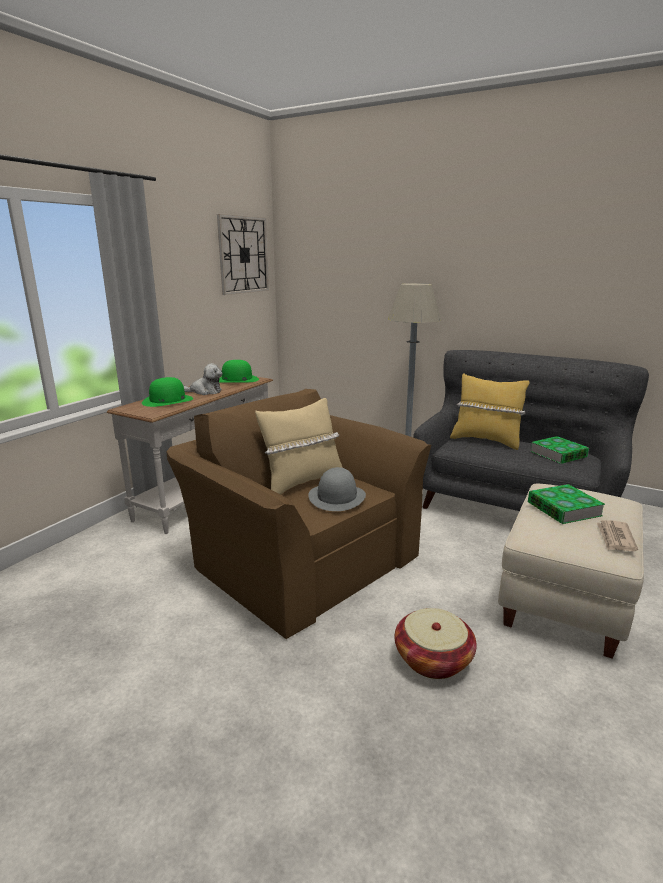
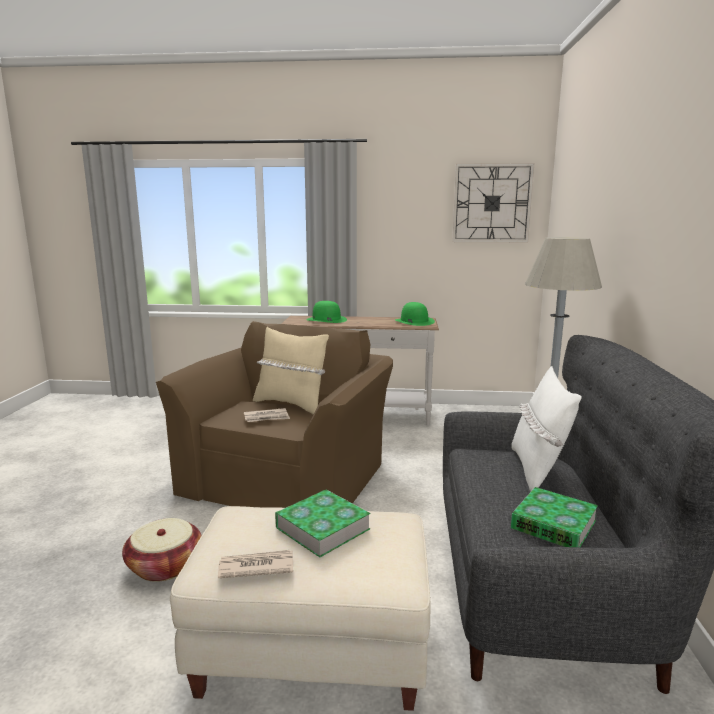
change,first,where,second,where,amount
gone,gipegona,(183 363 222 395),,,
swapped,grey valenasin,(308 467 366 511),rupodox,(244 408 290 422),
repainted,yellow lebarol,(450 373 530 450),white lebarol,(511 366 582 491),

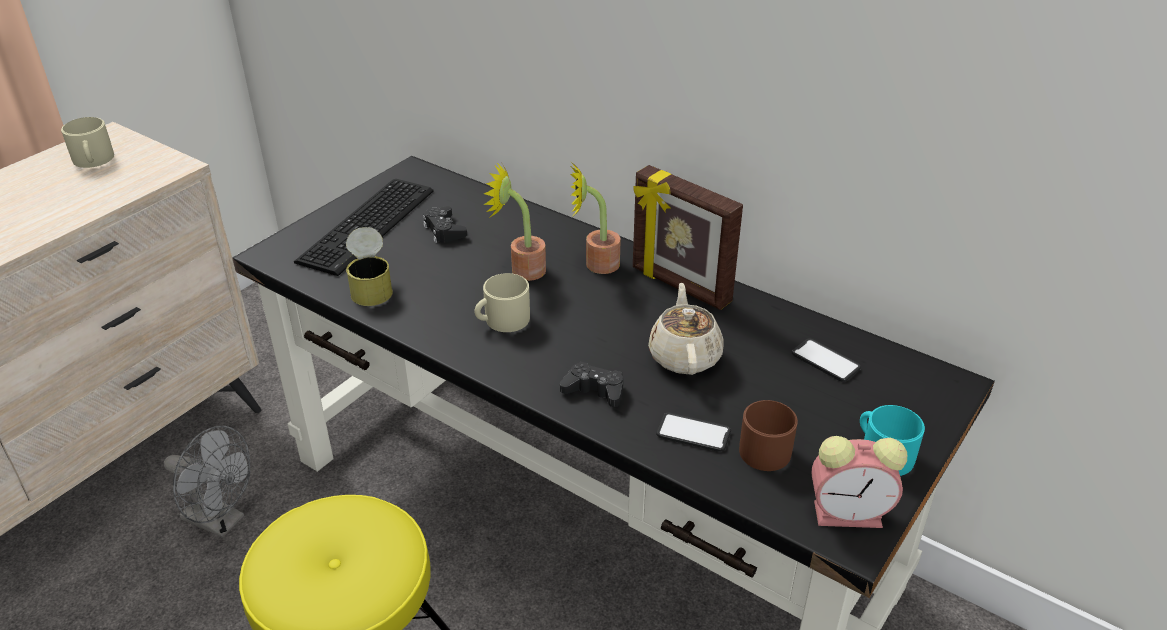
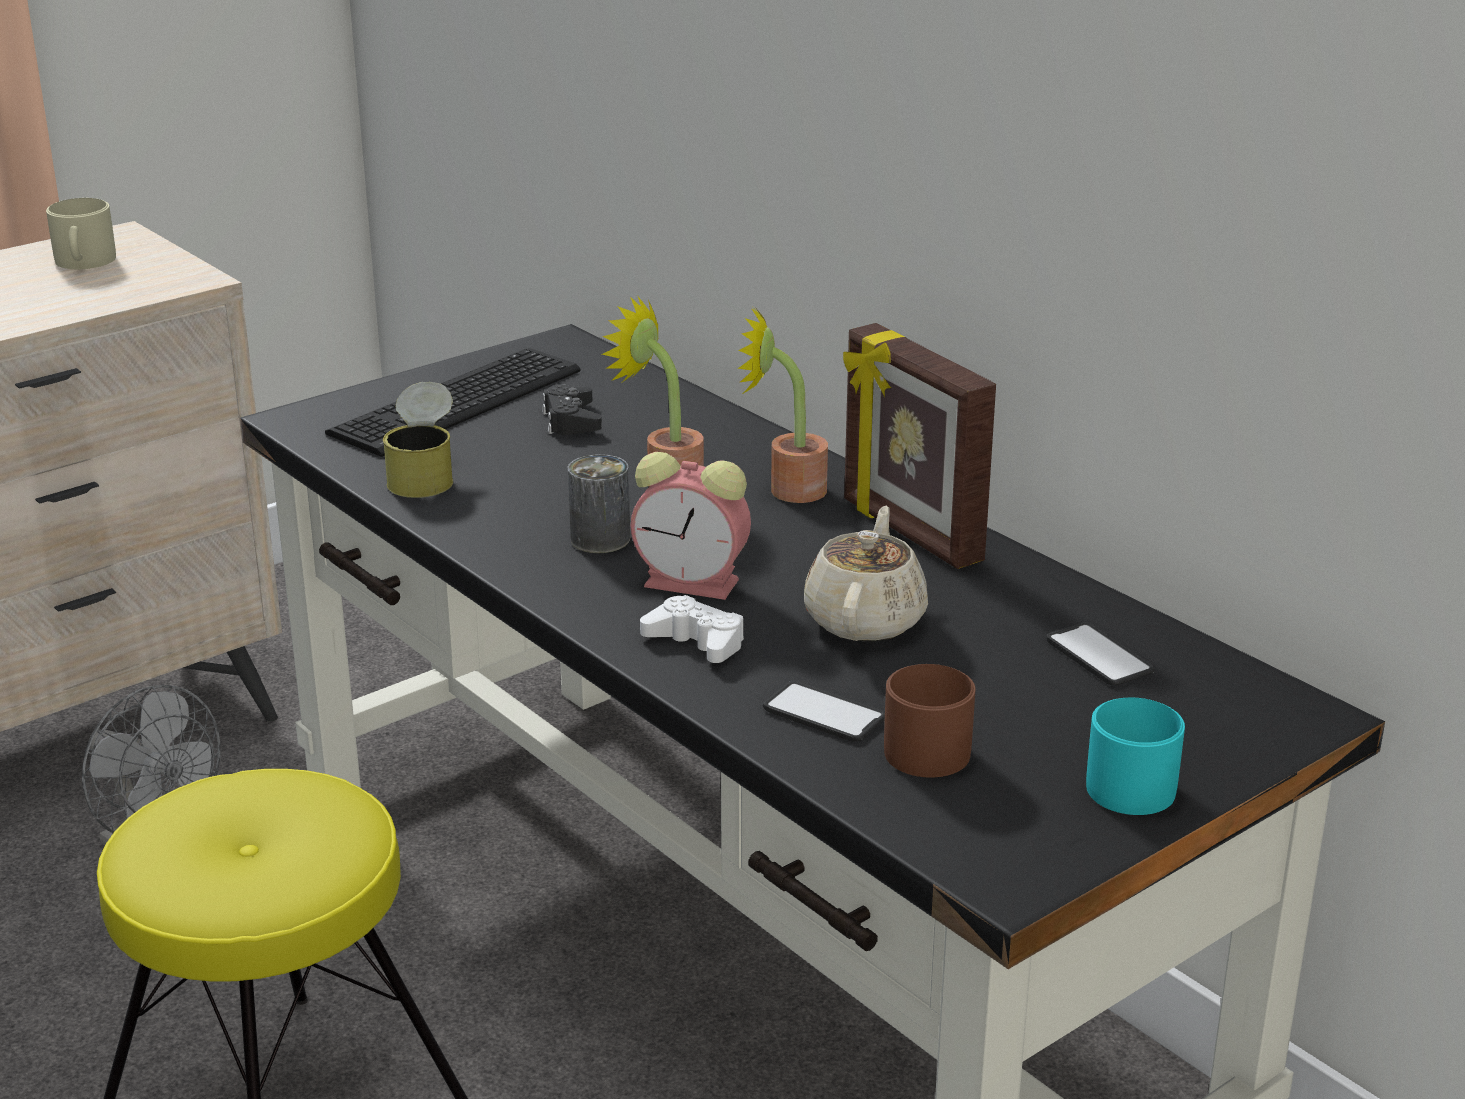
change,first,where,second,where,amount
swapped,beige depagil,(475 273 530 332),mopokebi,(567 454 630 553),
repainted,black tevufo,(560 362 623 407),white tevufo,(640 595 744 663),
shifted,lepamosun,(812 436 907 528),,(630 452 751 600),

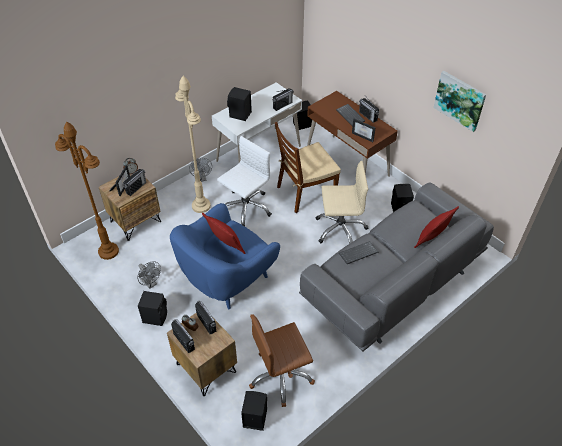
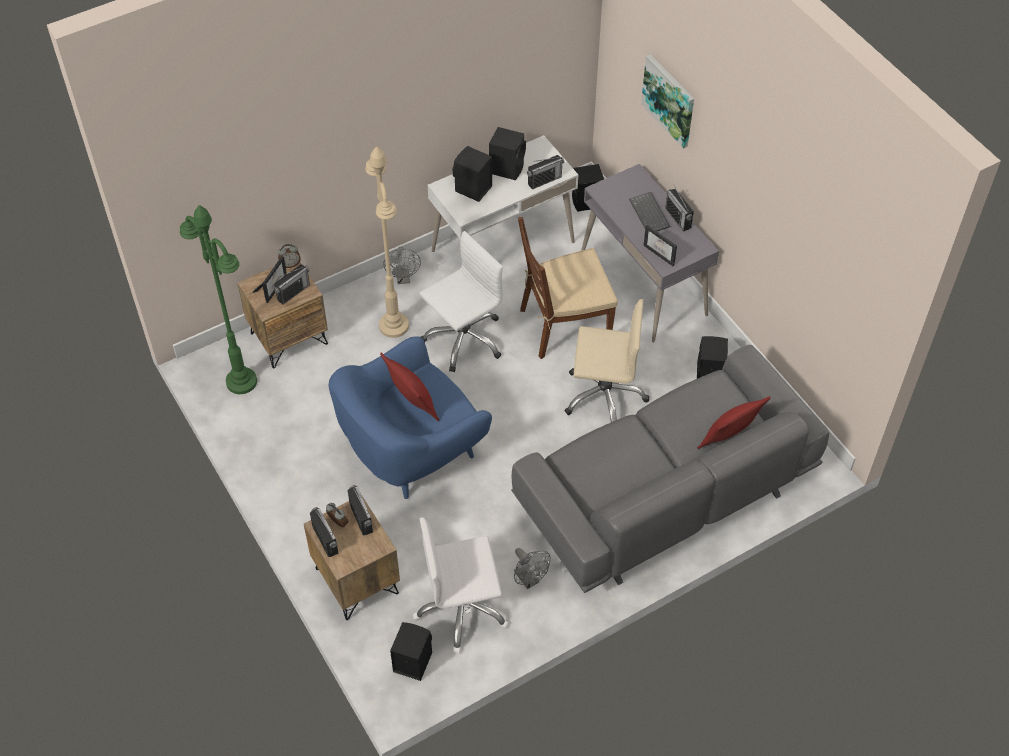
change,first,where,second,where,amount
repainted,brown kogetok,(55 122 119 260),green kogetok,(180 205 257 394),
shifted,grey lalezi,(138 261 161 289),,(514 548 551 589),
shifted,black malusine,(138 291 167 326),,(489 127 526 180),
repainted,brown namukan,(249 314 315 407),white namukan,(413 517 509 653),
repainted,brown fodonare,(307 91 398 177),grey fodonare,(581 164 719 342),
gone,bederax,(339 241 378 264),,,
shifted,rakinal,(433 71 486 132),,(641 54 694 149),

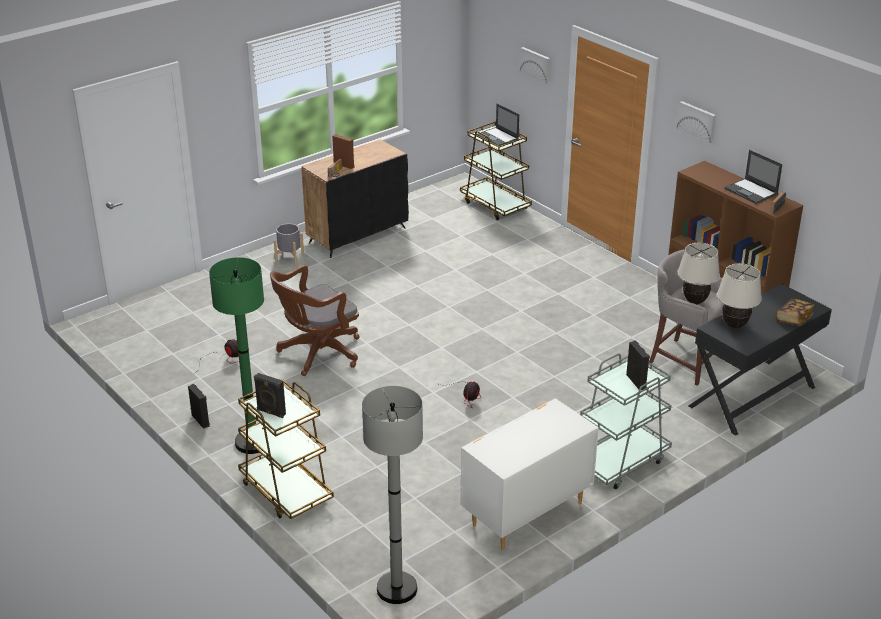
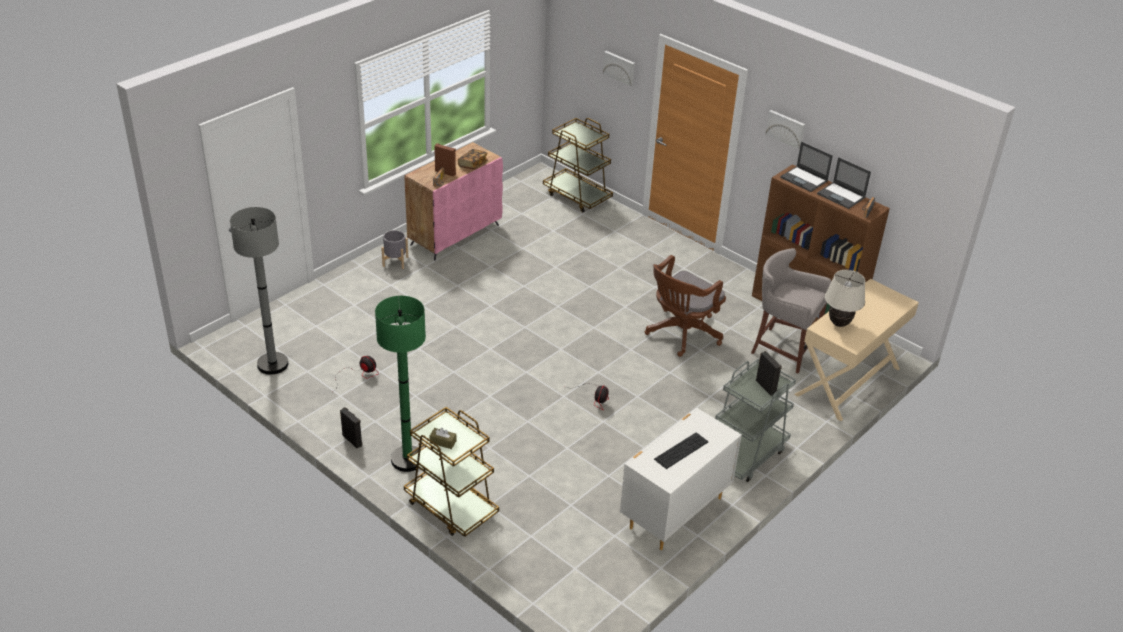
change,first,where,second,where,amount
swapped,black malusine,(254 373 286 418),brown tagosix,(429 428 456 449),
shifted,brown namukan,(270 265 359 376),,(645 255 726 357),
repainted,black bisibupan,(301 139 409 258),pink bisibupan,(404 142 503 260),
shifted,grey kogetok,(362 386 423 604),,(230 207 288 375),
shifted,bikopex,(476 104 519 146),,(780 142 833 192),
gone,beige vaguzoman,(677 243 720 304),,,
repainted,black fodonare,(689 284 832 436),beige fodonare,(794 279 919 421),
shifted,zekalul,(776 298 814 326),,(458 149 488 170),
new,,,bederax,(654 432 709 469),

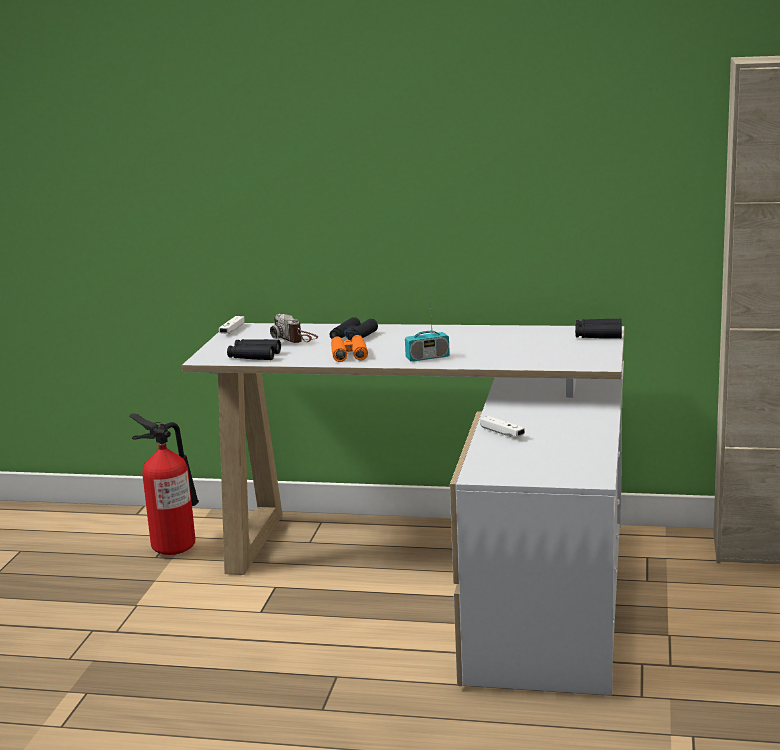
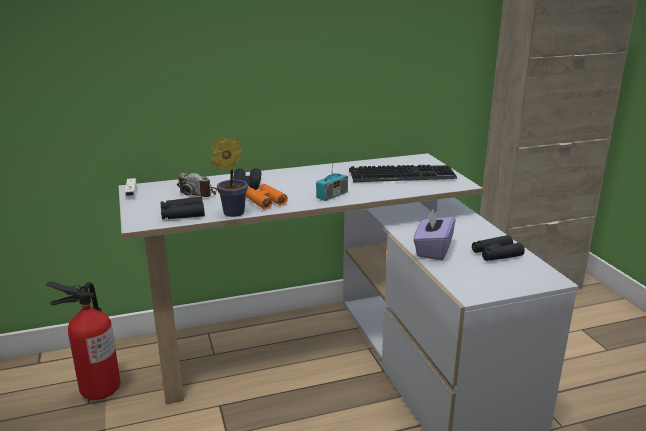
change,first,where,second,where,amount
swapped,white tevufo,(480 416 525 437),purple tagosix,(413 208 456 261),
shifted,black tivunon,(575 319 622 339),,(472 235 525 261),
new,,,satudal,(210 136 248 217),
new,,,bederax,(349 165 457 183),

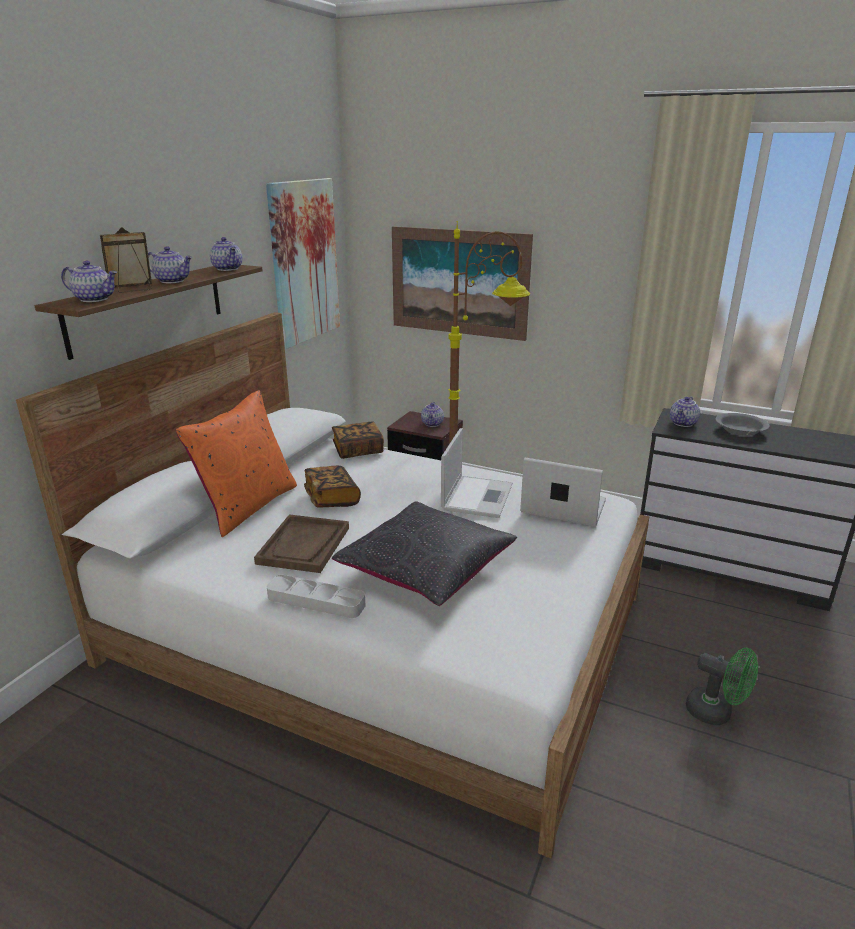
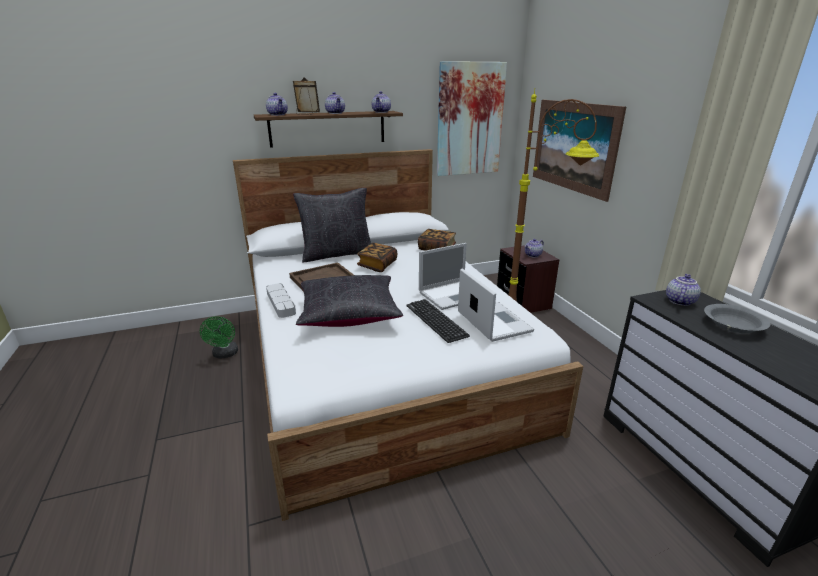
change,first,where,second,where,amount
repainted,orange lebarol,(176 390 297 537),black lebarol,(293 188 371 263),
rotated,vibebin,(670 397 700 427),,(666 274 701 306),135 degrees clockwise
shifted,green lalezi,(686 648 758 725),,(200 316 238 358),
new,,,bederax,(406 299 470 343),

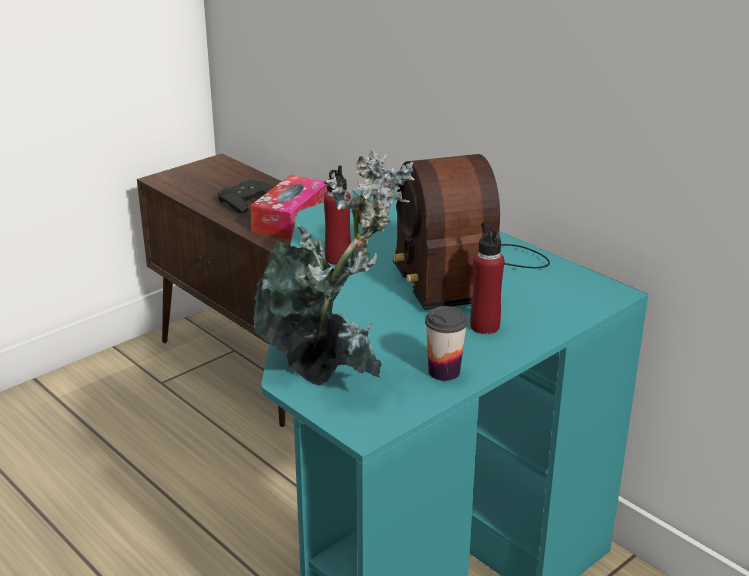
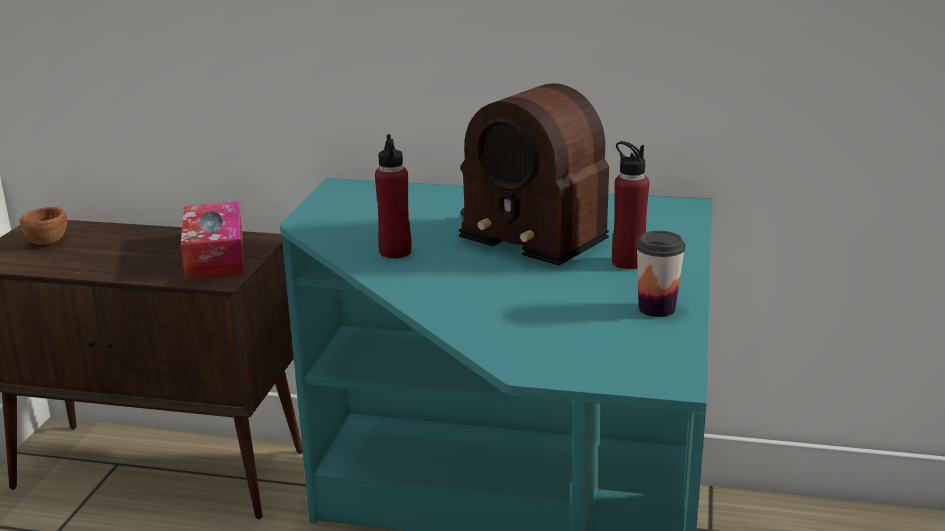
change,first,where,second,where,amount
gone,black tevufo,(218 180 274 214),,,
gone,satudal,(254 150 415 386),,,
new,,,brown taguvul,(20 206 67 245),

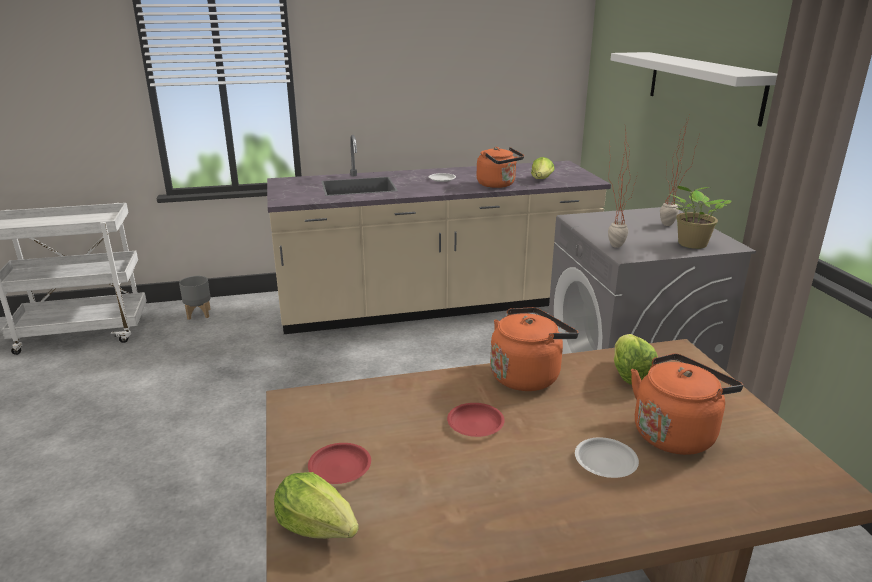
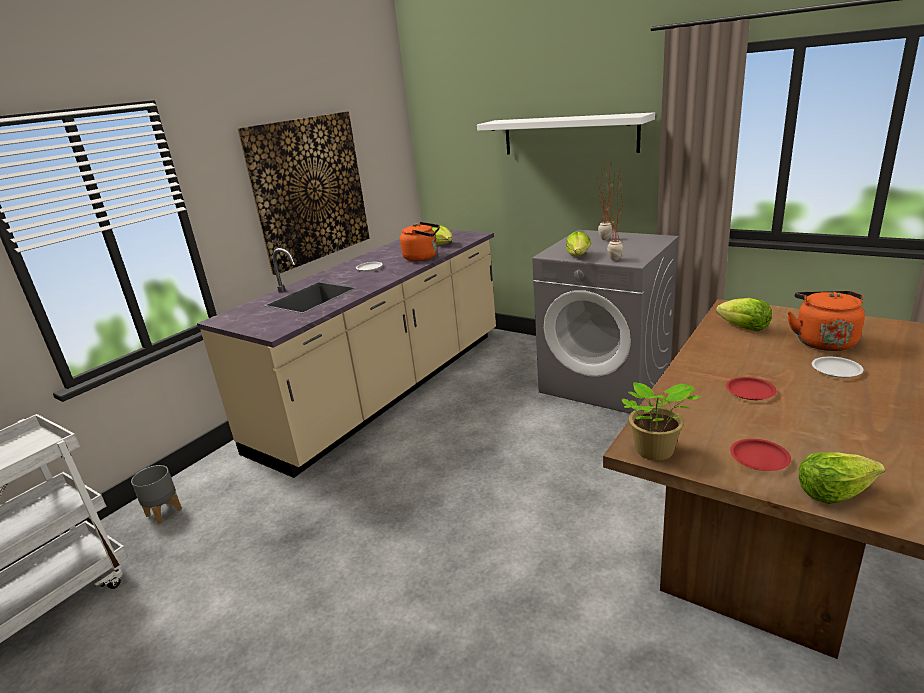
change,first,where,second,where,amount
gone,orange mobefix,(490 307 579 391),,,
shifted,satudal,(669 186 732 249),,(621 382 700 461),
new,,,rakinal,(237 111 369 275),
new,,,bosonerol,(566 231 591 256),

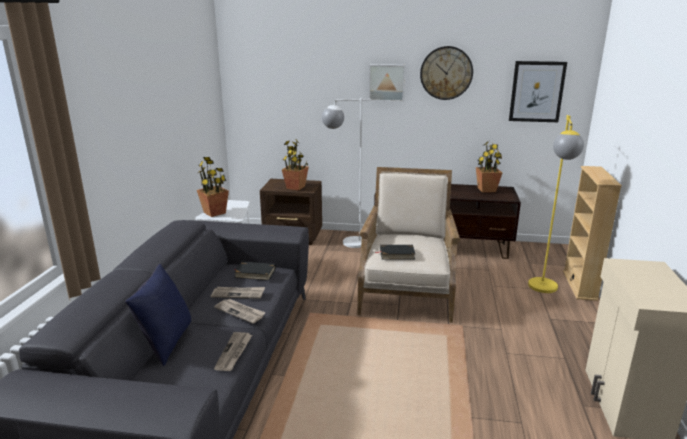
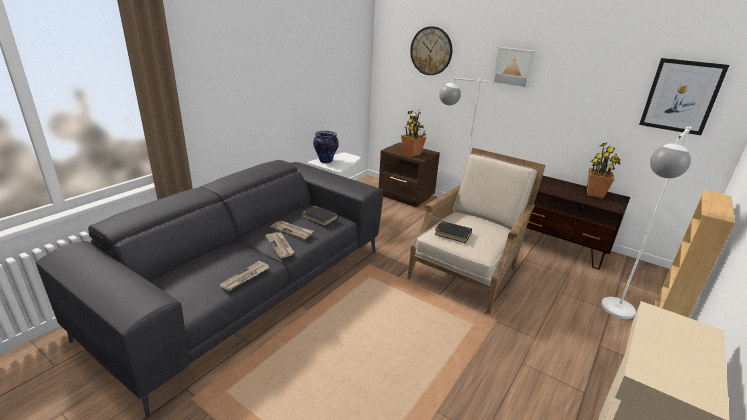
change,first,where,second,where,amount
gone,blue lebarol,(125 264 191 366),,,
swapped,satudal,(197 157 229 217),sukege,(313 131 339 163),
shifted,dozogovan,(420 46 473 100),,(410 26 452 75),
repainted,yellow kogetok,(528 115 584 293),white kogetok,(601 126 691 319),

